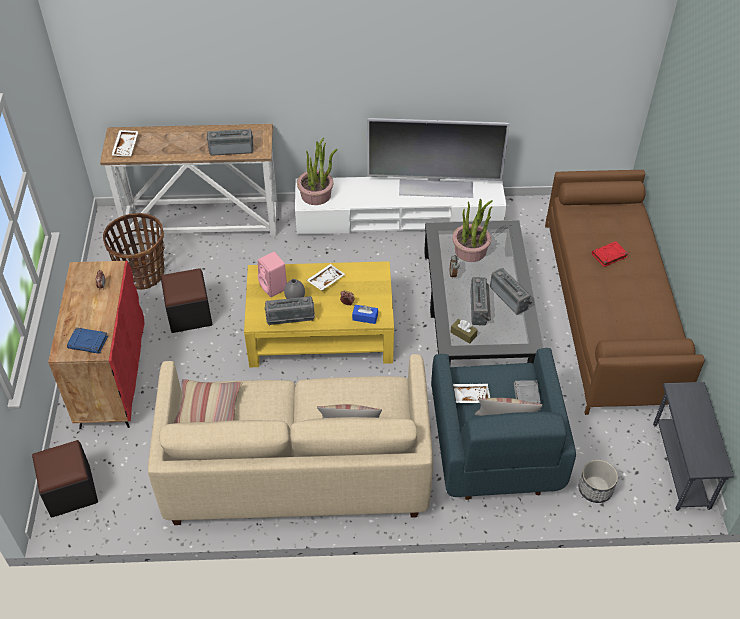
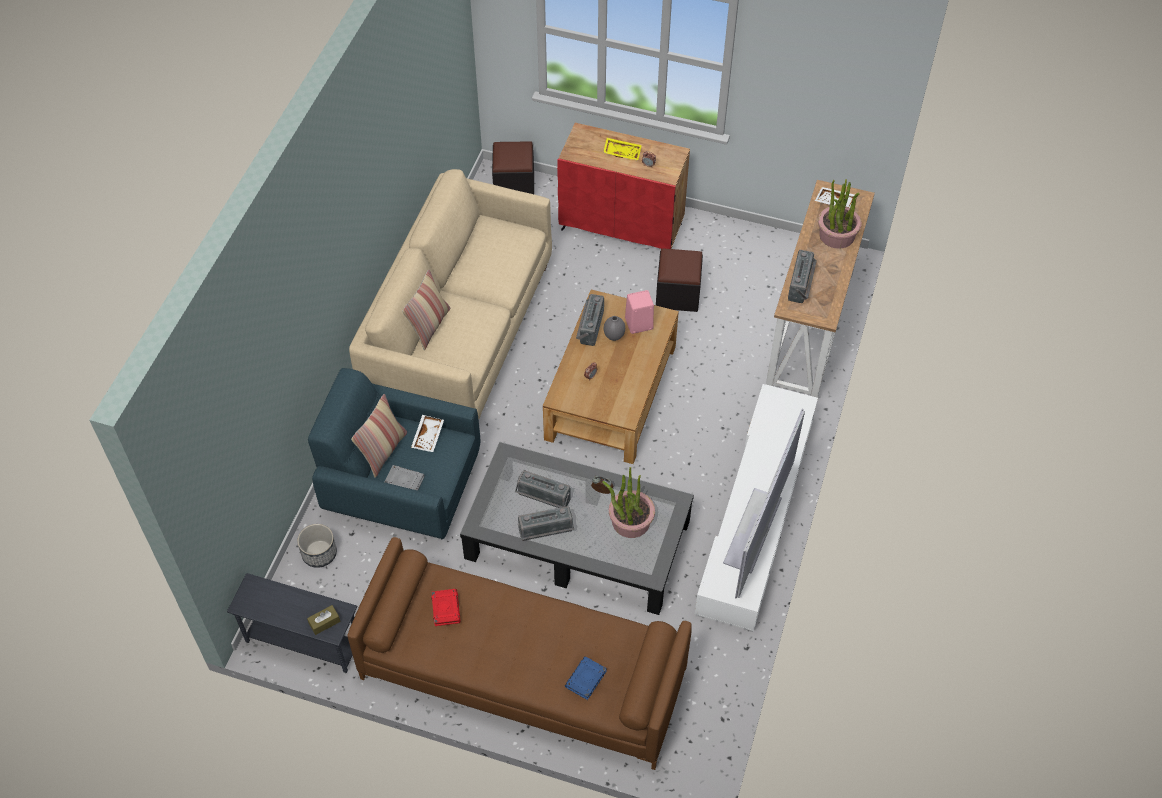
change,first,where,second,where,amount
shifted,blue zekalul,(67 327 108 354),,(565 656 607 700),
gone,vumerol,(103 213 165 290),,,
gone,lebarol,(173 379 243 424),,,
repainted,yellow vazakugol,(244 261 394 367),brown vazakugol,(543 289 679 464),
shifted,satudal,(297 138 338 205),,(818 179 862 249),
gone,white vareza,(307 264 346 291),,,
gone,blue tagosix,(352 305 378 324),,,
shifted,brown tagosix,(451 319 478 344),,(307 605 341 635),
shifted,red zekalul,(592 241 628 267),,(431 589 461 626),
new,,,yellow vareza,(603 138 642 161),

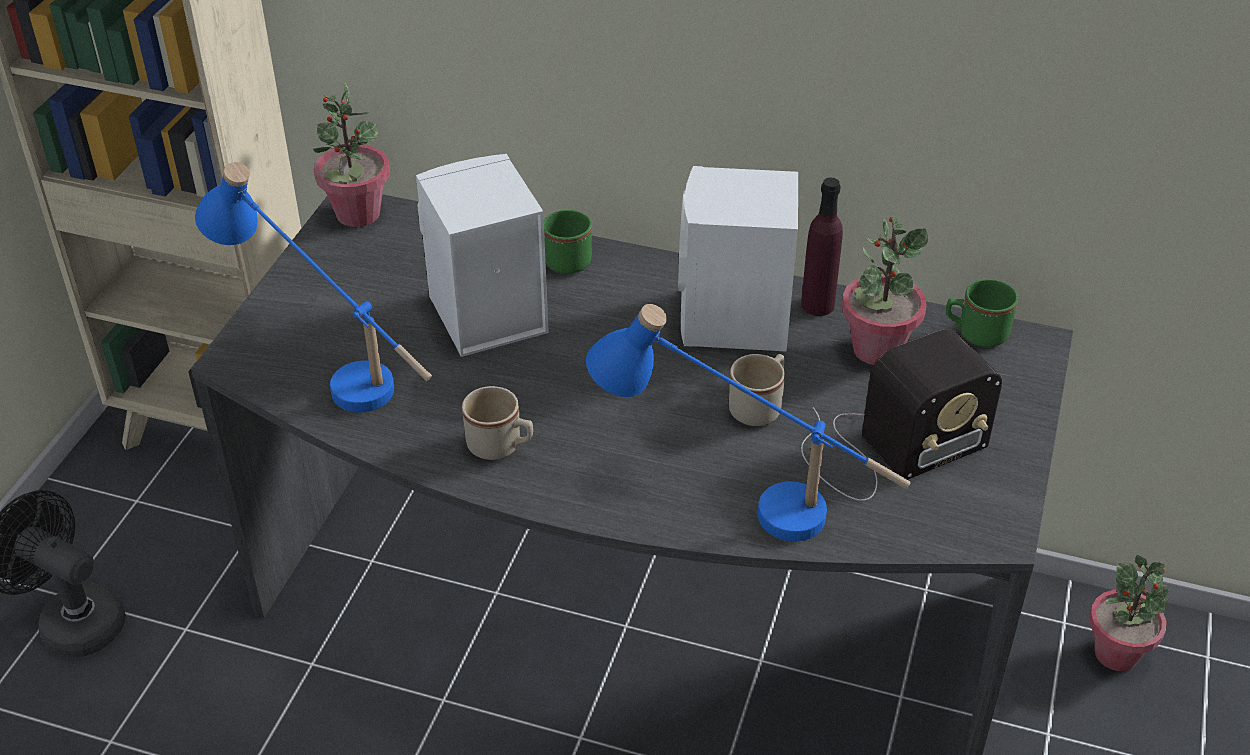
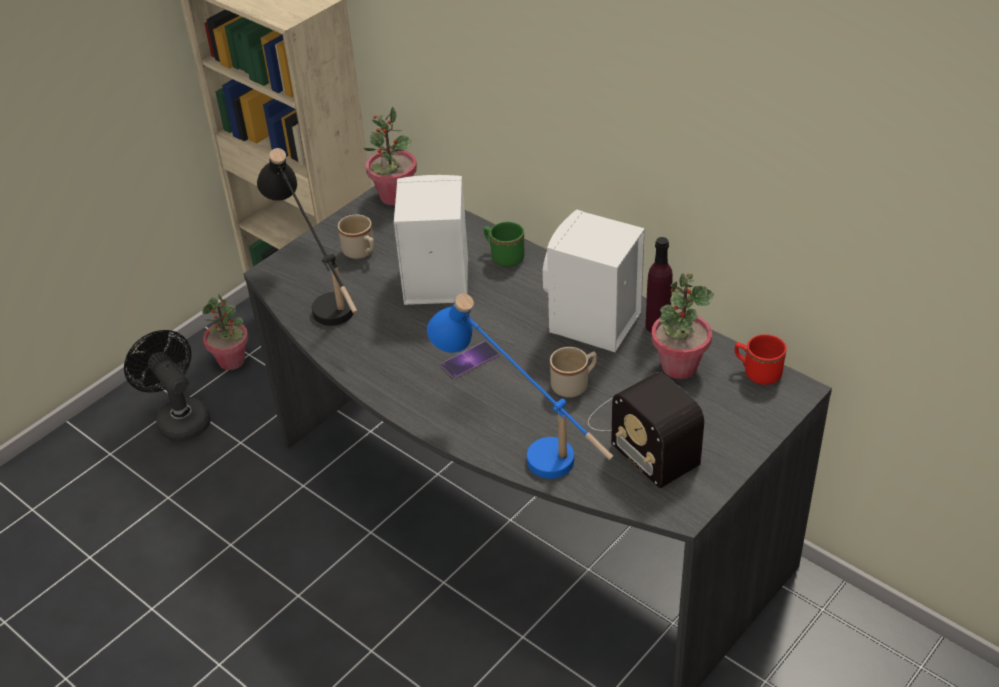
change,first,where,second,where,amount
repainted,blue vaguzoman,(195 162 432 413),black vaguzoman,(257 148 357 326),
shifted,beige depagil,(462 386 533 460),,(338 215 374 259),
rotated,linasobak,(801 329 1002 501),,(588 372 704 488),60 degrees clockwise
repainted,green depagil,(946 279 1018 347),red depagil,(735 334 787 385),
shifted,satudal,(1089 555 1169 671),,(202 294 249 370),
new,,,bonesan,(441 341 499 379),

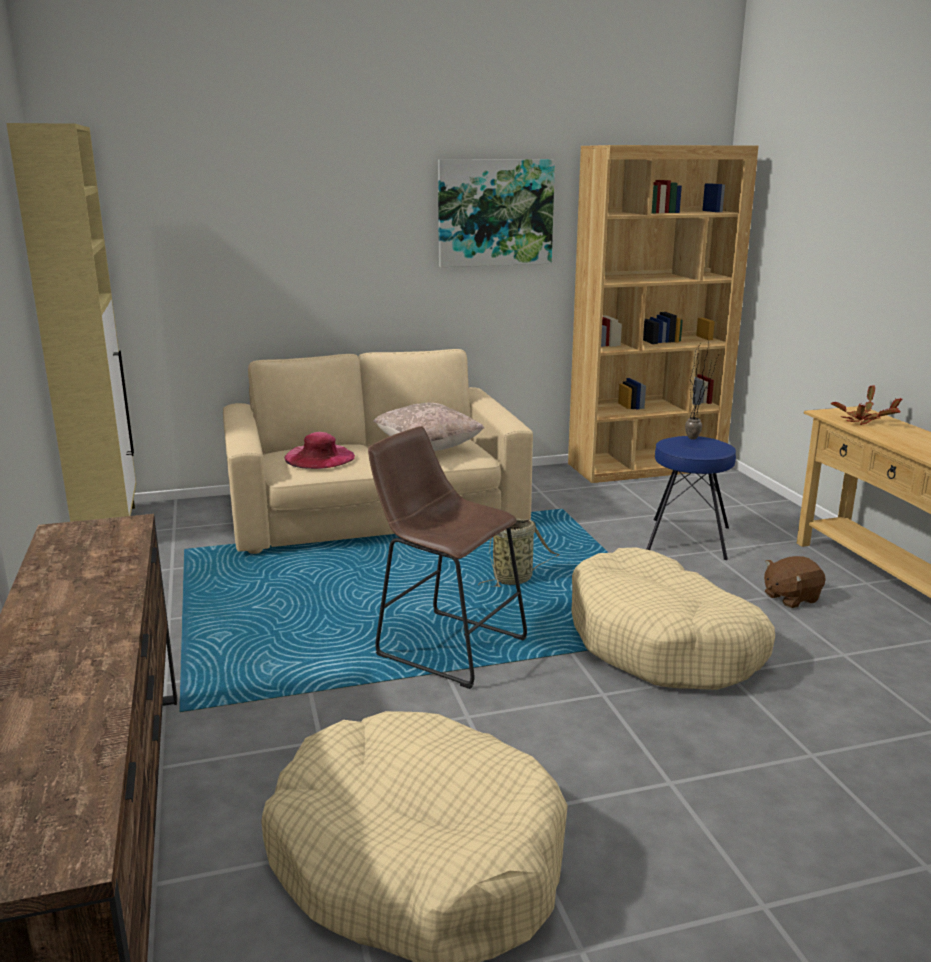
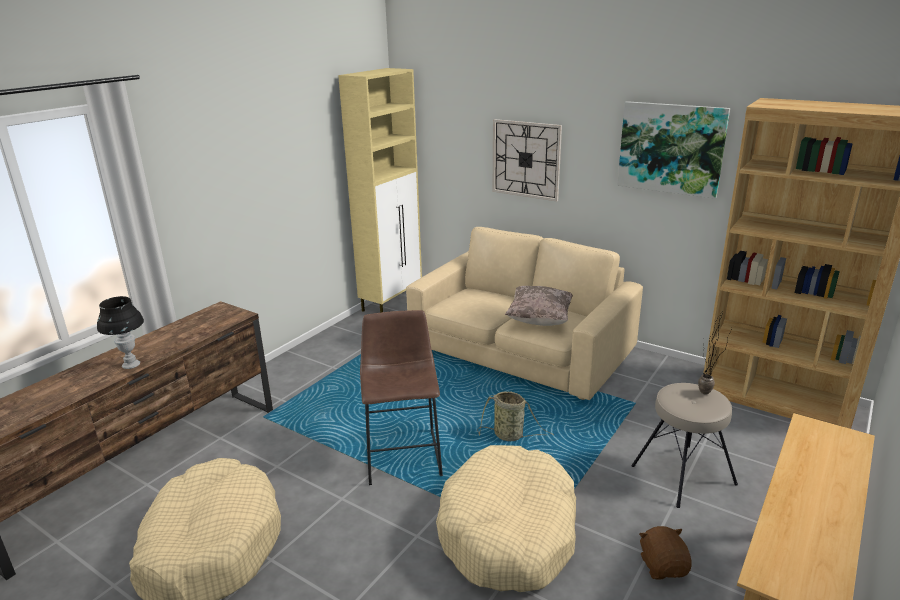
change,first,where,second,where,amount
gone,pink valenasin,(285 432 355 469),,,
repainted,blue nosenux,(646 436 736 560),beige nosenux,(631 383 738 508),
rotated,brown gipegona,(764 556 826 608),,(639 526 691 580),60 degrees clockwise
gone,satudal,(831 386 902 425),,,
new,,,black vaguzoman,(97 296 144 369),
new,,,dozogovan,(493 119 562 201),

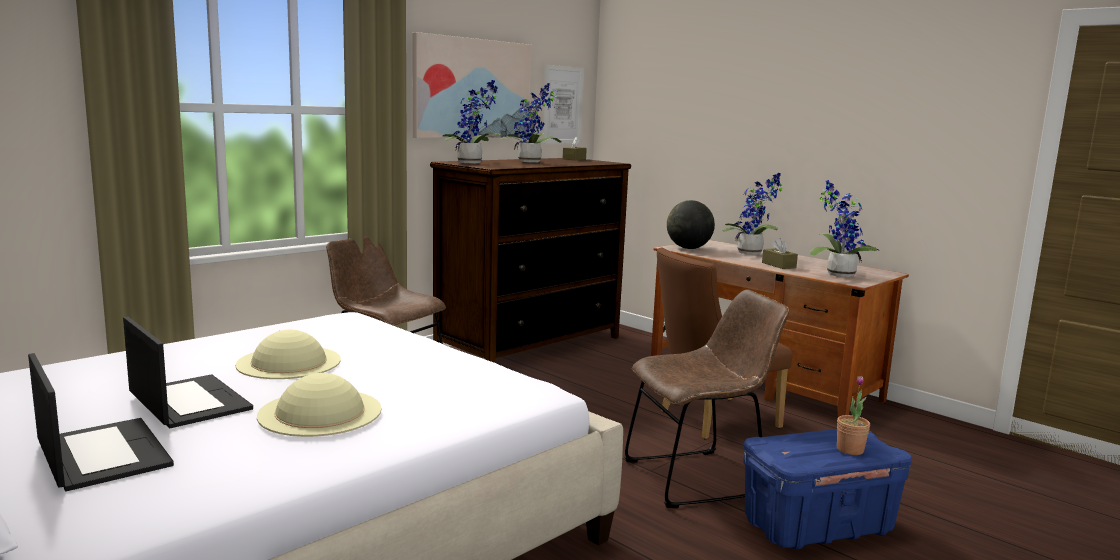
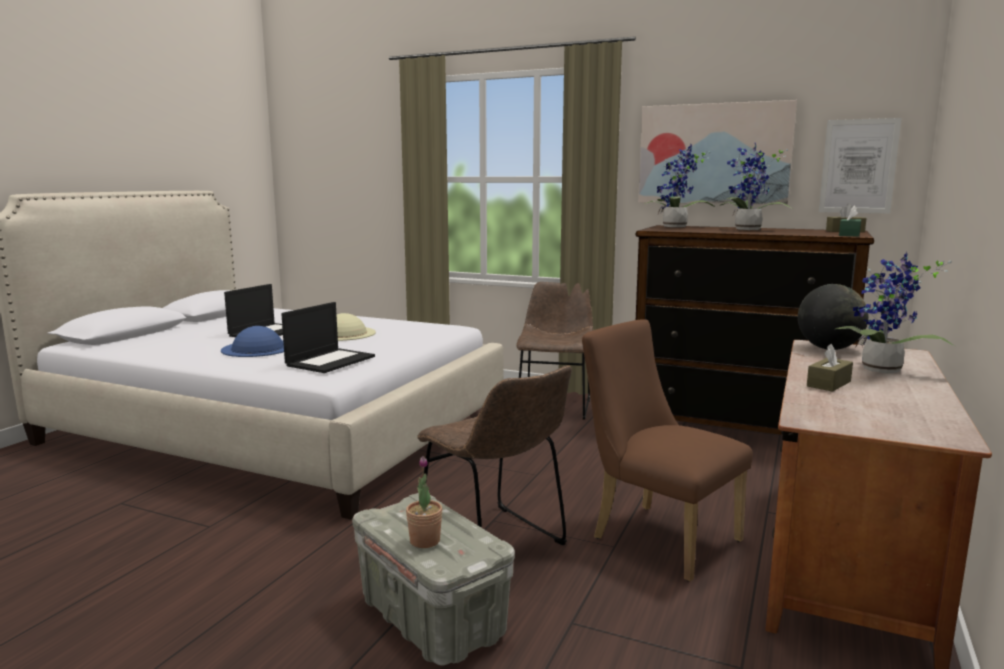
change,first,where,second,where,amount
shifted,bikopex,(28 353 174 491),,(281 302 375 373),
repainted,beige valenasin,(257 373 381 437),blue valenasin,(221 326 284 357),
repainted,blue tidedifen,(743 429 912 550),grey tidedifen,(352 493 515 666),
gone,satudal,(810 180 878 277),,,
new,,,green tagosix,(839 206 861 237),

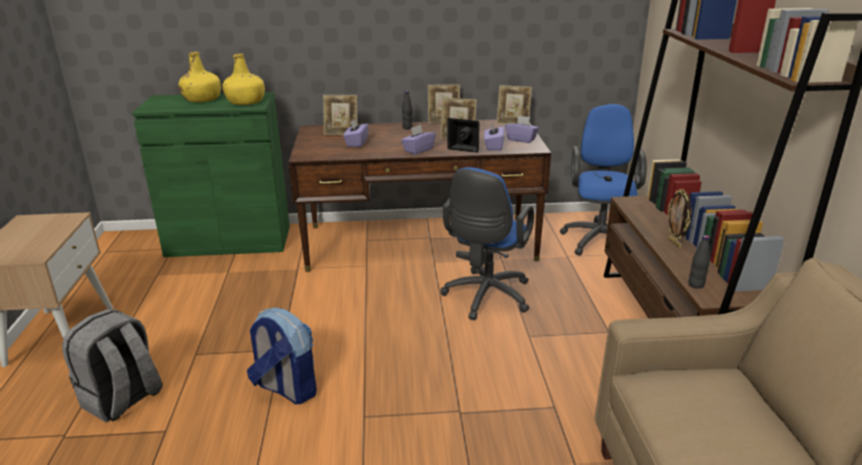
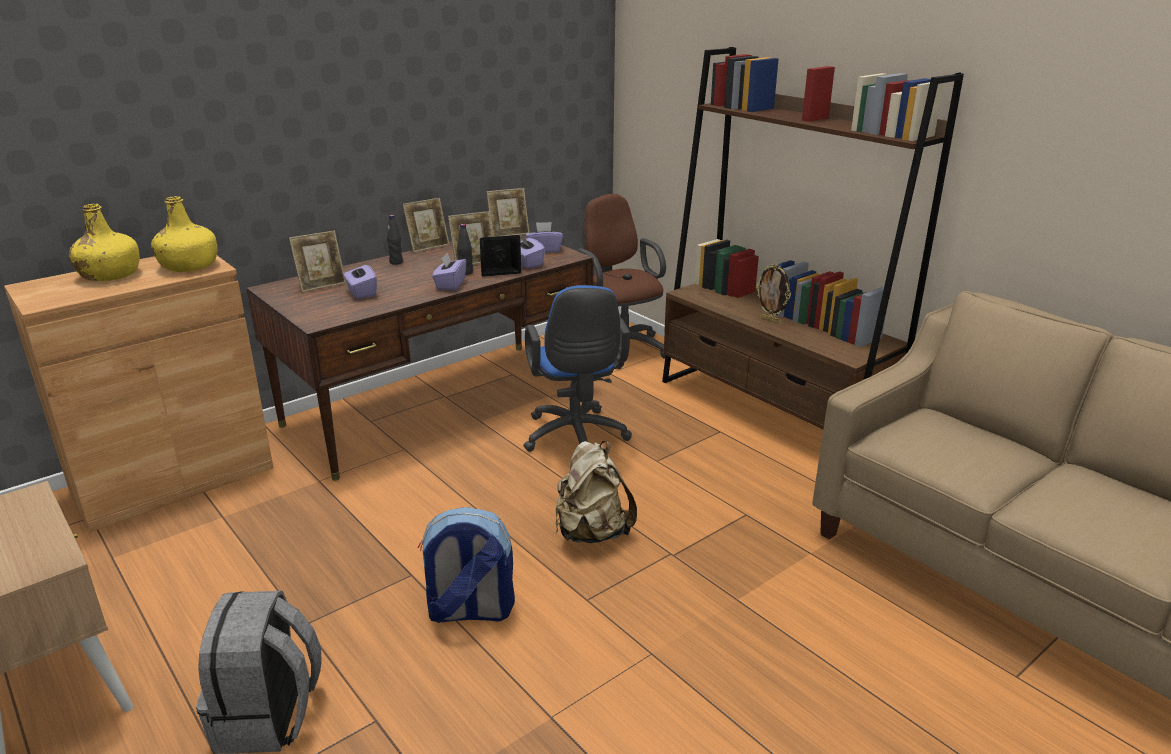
change,first,where,second,where,amount
repainted,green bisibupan,(132 92 290 257),brown bisibupan,(4 256 274 532),
repainted,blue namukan,(560 104 647 256),brown namukan,(578 194 666 369),
shifted,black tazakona,(688 235 710 289),,(457 224 473 275),
new,,,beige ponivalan,(556 441 637 543),

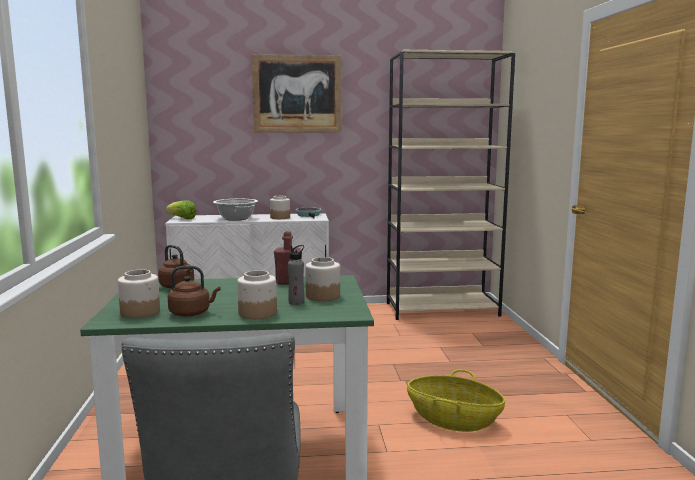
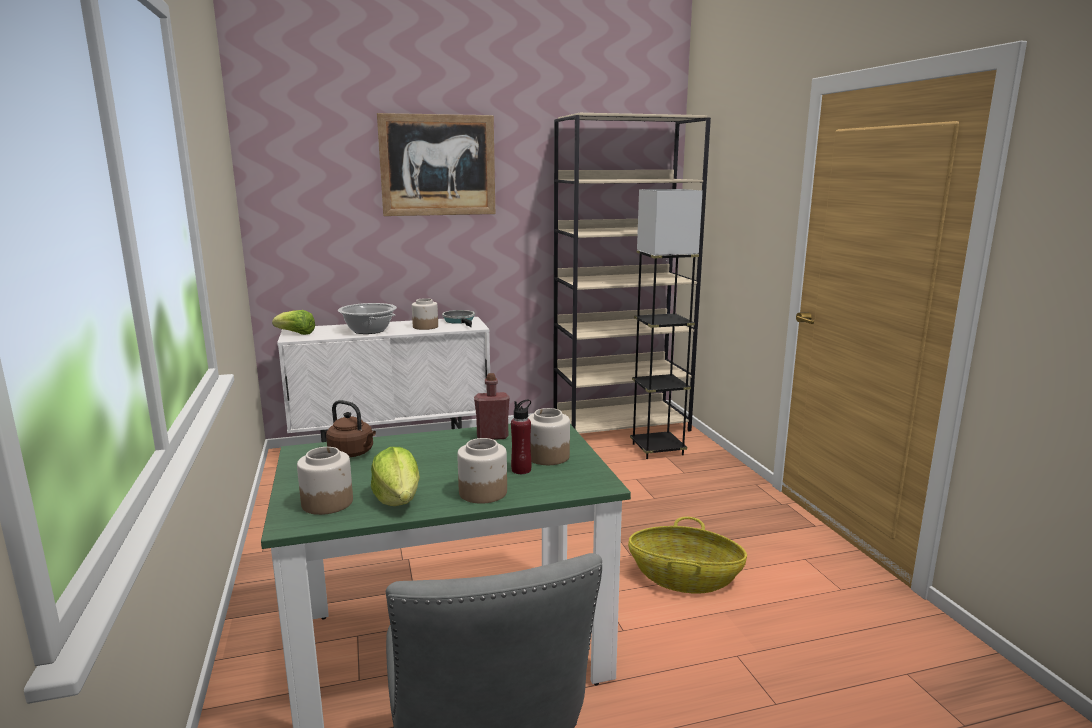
change,first,where,second,where,amount
swapped,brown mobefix,(167 266 220 317),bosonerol,(371 447 420 506),
repainted,grey tazakona,(288 245 305 305),red tazakona,(511 399 531 474),
new,,,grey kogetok,(630 189 703 459),

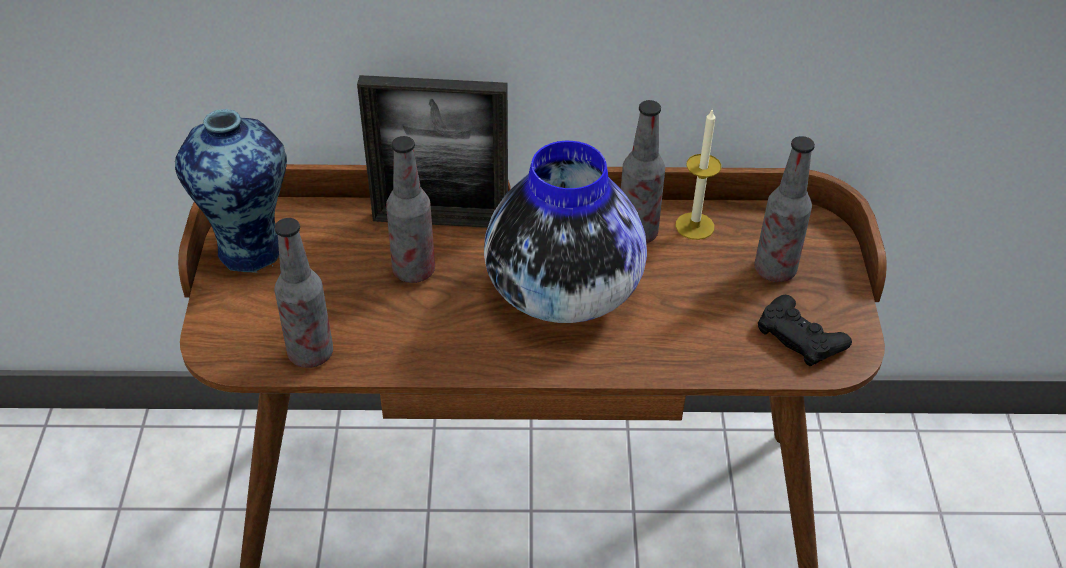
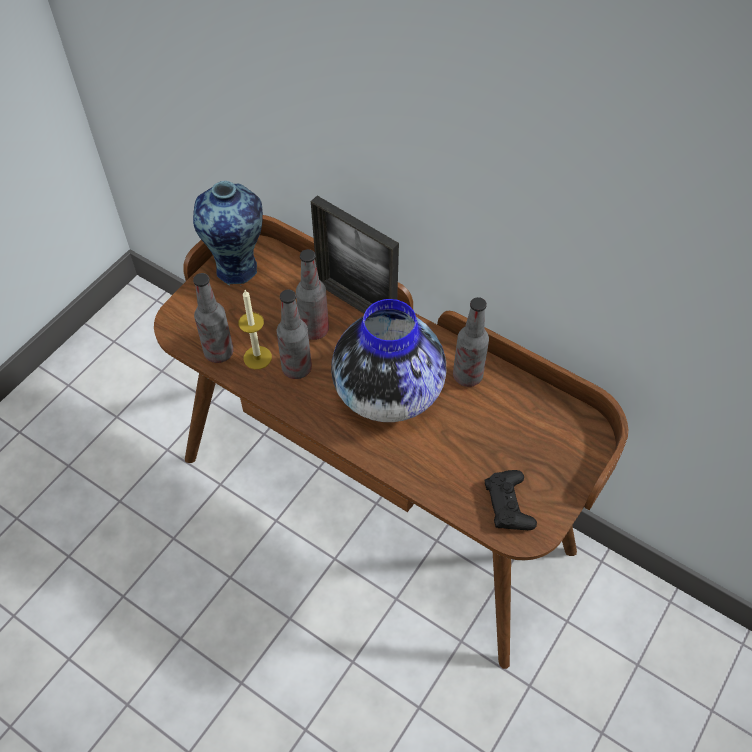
change,first,where,second,where,amount
shifted,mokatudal,(675 108 721 240),,(238 290 272 369),
shifted,tazakona,(754 136 815 282),,(277 290 312 379),

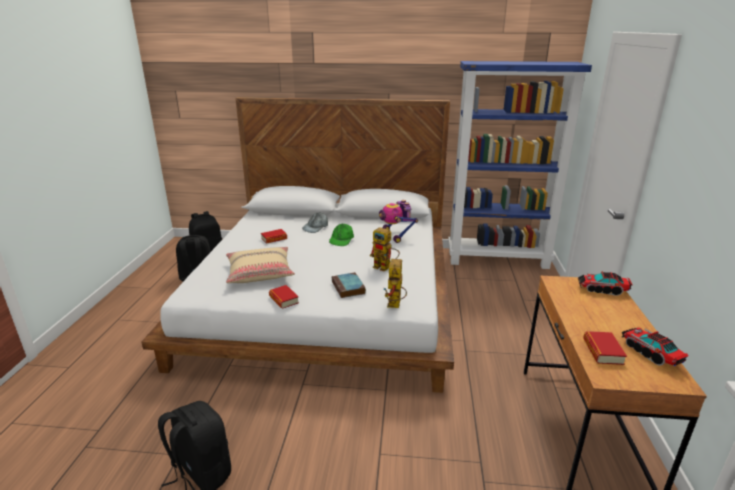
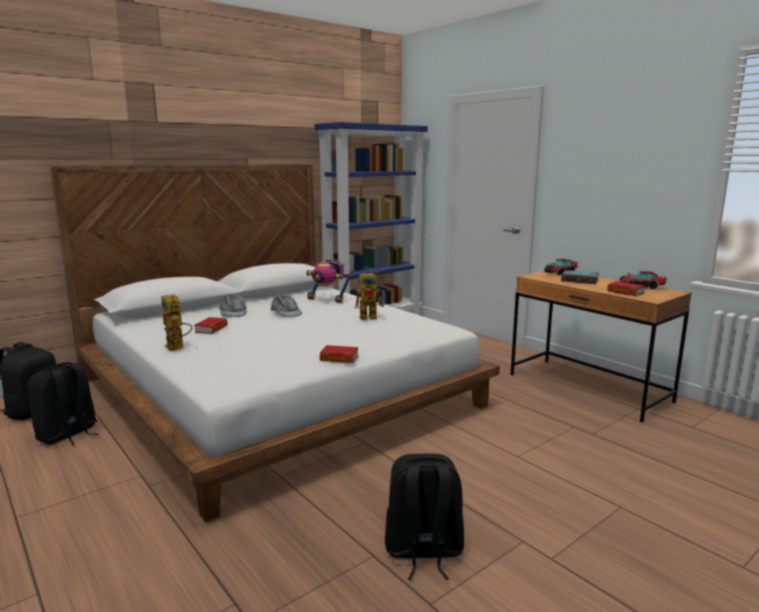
change,first,where,second,where,amount
gone,beige lebarol,(226 247 295 283),,,
repainted,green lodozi,(329 224 354 246),grey lodozi,(271 294 302 317),
shifted,zekalul,(332 272 366 298),,(561 270 599 284),
shifted,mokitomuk,(383 259 407 308),,(161 294 192 351),

